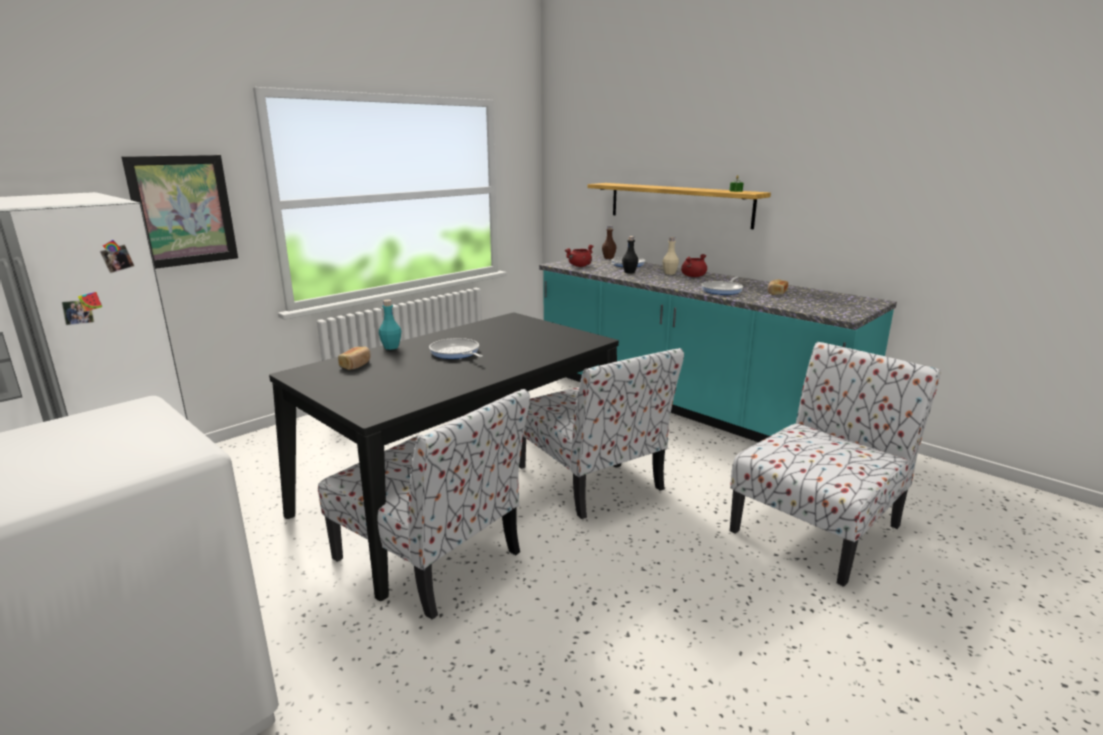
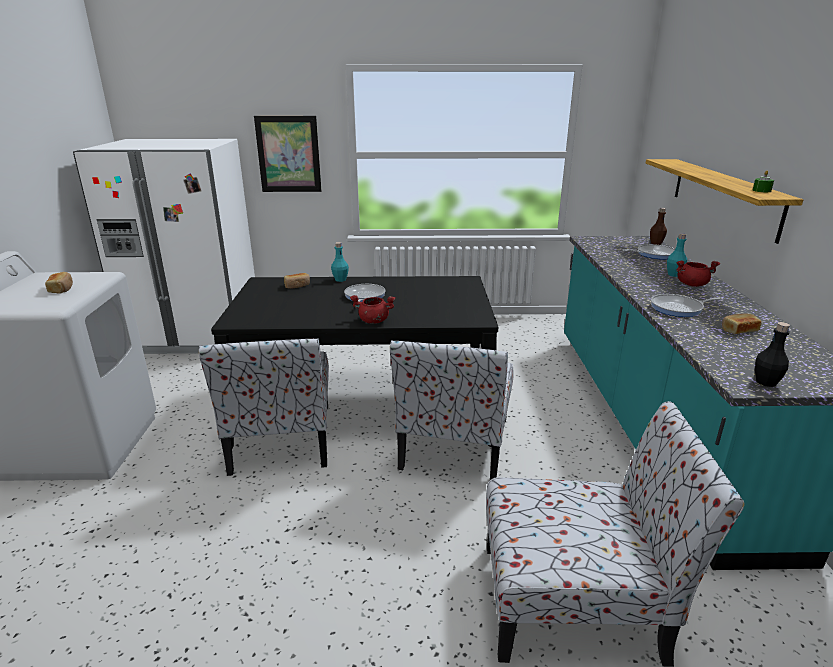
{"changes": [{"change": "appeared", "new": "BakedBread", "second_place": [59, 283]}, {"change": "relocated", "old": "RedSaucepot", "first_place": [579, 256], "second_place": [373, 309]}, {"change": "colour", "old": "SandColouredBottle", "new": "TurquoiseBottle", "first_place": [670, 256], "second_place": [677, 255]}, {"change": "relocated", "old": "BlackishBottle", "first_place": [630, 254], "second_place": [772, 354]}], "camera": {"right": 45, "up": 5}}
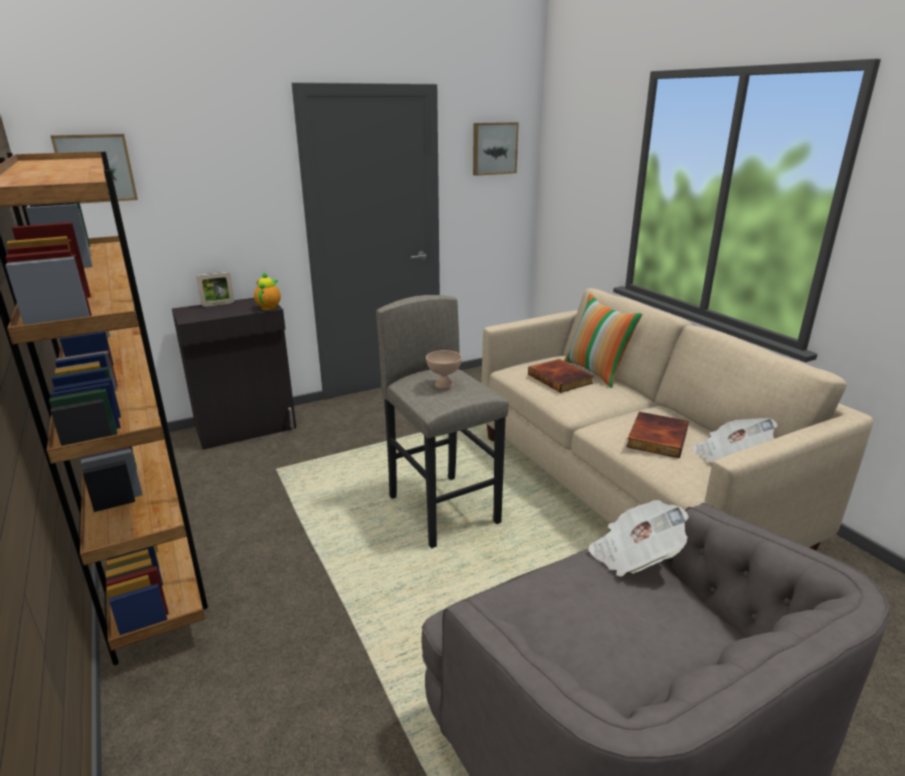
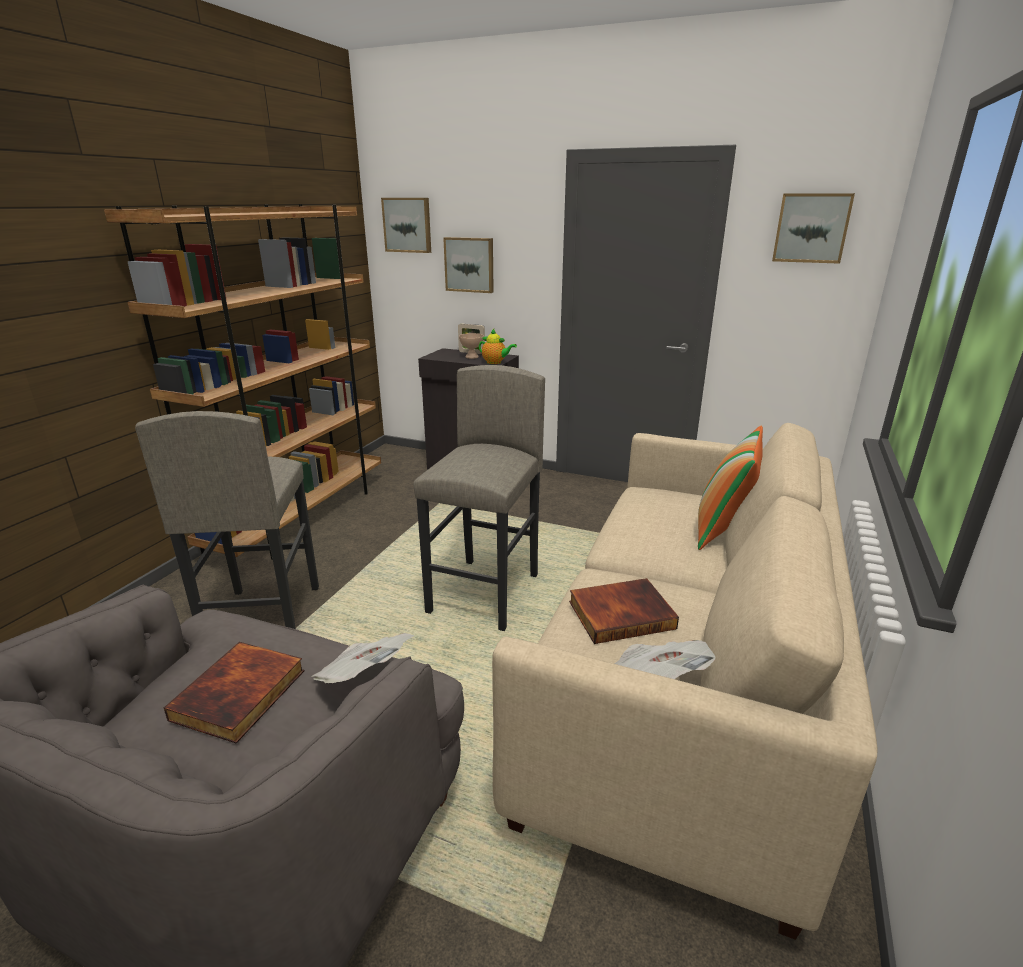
{"changes": [{"change": "appeared", "new": "GraySittingStool", "second_place": [227, 520]}, {"change": "relocated", "old": "BoundBook", "first_place": [560, 376], "second_place": [234, 693]}, {"change": "appeared", "new": "WallPicture", "second_place": [468, 265]}, {"change": "relocated", "old": "SandColouredServingBowl", "first_place": [444, 369], "second_place": [471, 346]}, {"change": "spun", "old": "Teapot", "first_place": [267, 291], "second_place": [498, 346], "degrees": 60}], "camera": {"right": 50, "up": 0}}
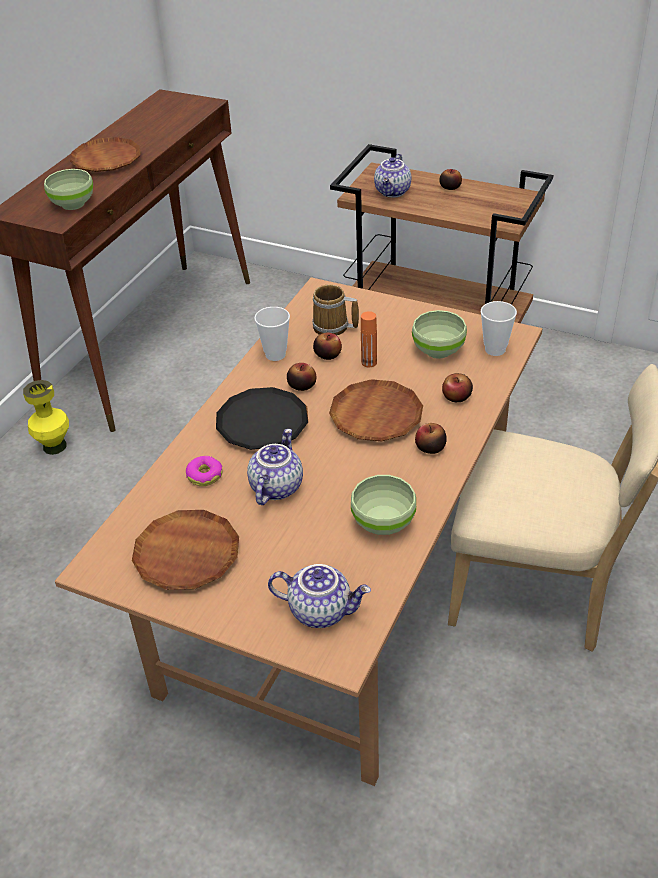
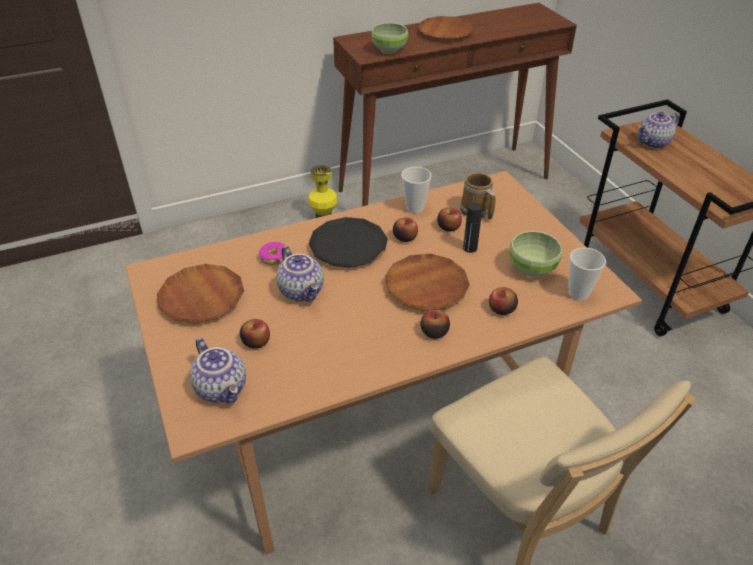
{"changes": [{"change": "relocated", "old": "Apple", "first_place": [450, 179], "second_place": [255, 334]}, {"change": "spun", "old": "Teapot", "first_place": [275, 467], "second_place": [300, 274], "degrees": 90}, {"change": "colour", "old": "OrangeyBottle", "new": "BlackishBottle", "first_place": [369, 339], "second_place": [472, 228]}, {"change": "missing", "old": "GreenServingBowl", "first_place": [383, 505]}], "camera": {"right": 40, "up": 0}}
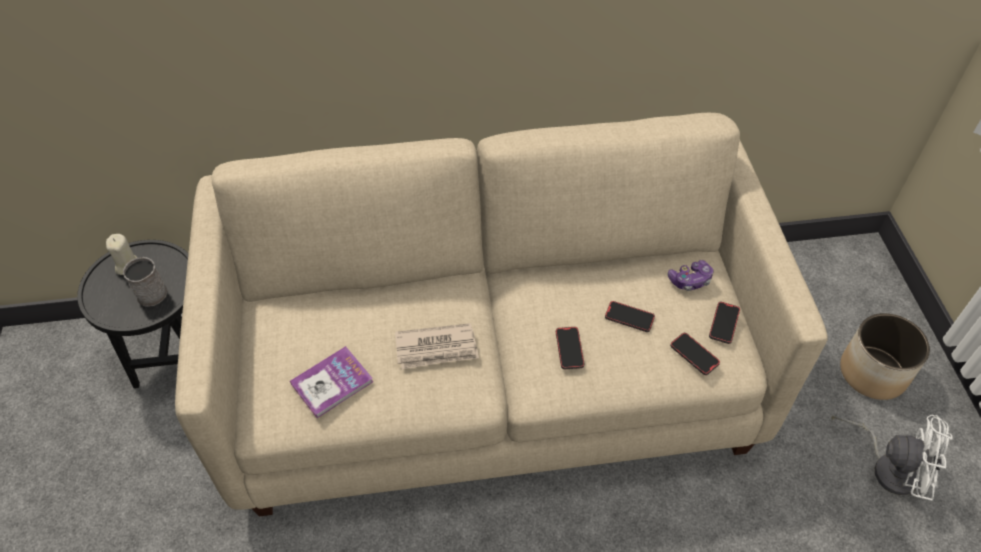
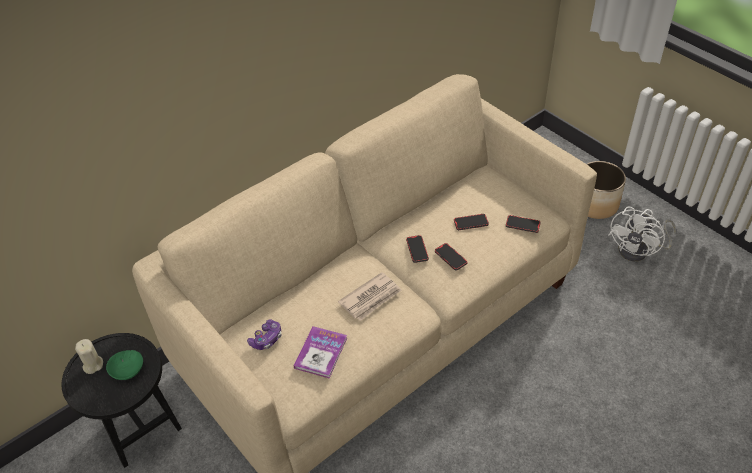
{"changes": [{"change": "exchanged", "old": "GrayMug", "new": "GreenServingBowl", "first_place": [145, 282], "second_place": [124, 365]}, {"change": "relocated", "old": "GameController", "first_place": [691, 275], "second_place": [264, 334]}, {"change": "relocated", "old": "Phone", "first_place": [724, 323], "second_place": [417, 249]}, {"change": "spun", "old": "WhitishCoolingFan", "first_place": [892, 458], "second_place": [642, 234], "degrees": 135}], "camera": {"right": -30, "up": -5}}
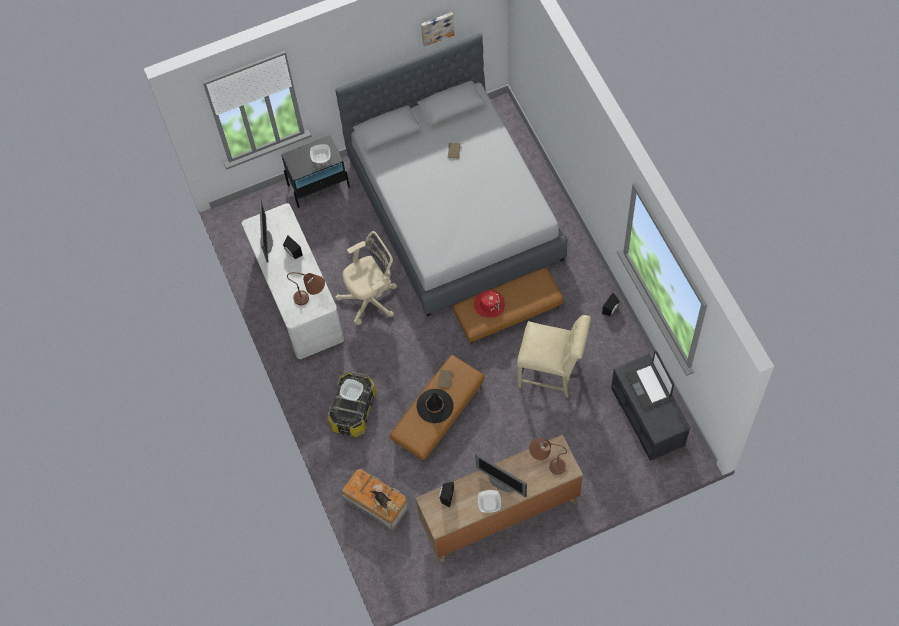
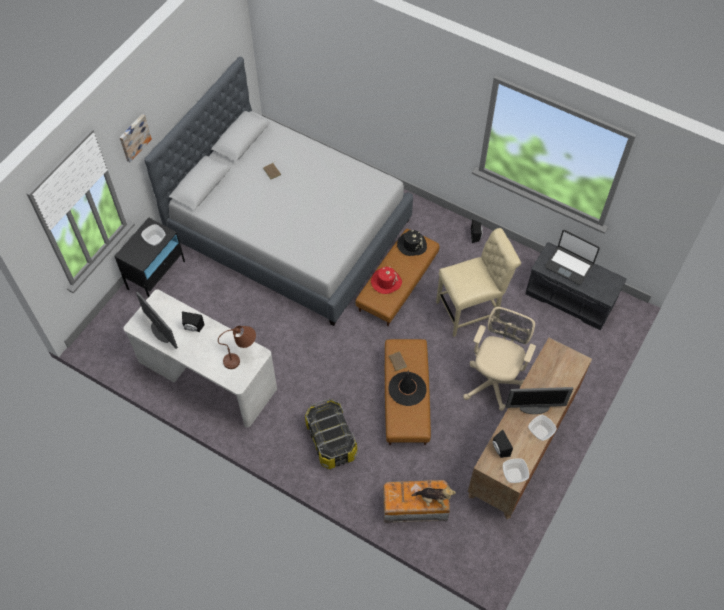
{"changes": [{"change": "relocated", "old": "WallPicture", "first_place": [438, 29], "second_place": [135, 138]}, {"change": "appeared", "new": "BlackishWearableHat", "second_place": [412, 243]}, {"change": "relocated", "old": "SandColouredComputerChair", "first_place": [366, 278], "second_place": [499, 359]}, {"change": "relocated", "old": "ServingBowl", "first_place": [351, 390], "second_place": [516, 470]}, {"change": "missing", "old": "BrownishTableLamp", "first_place": [548, 456]}], "camera": {"right": -40, "up": -5}}
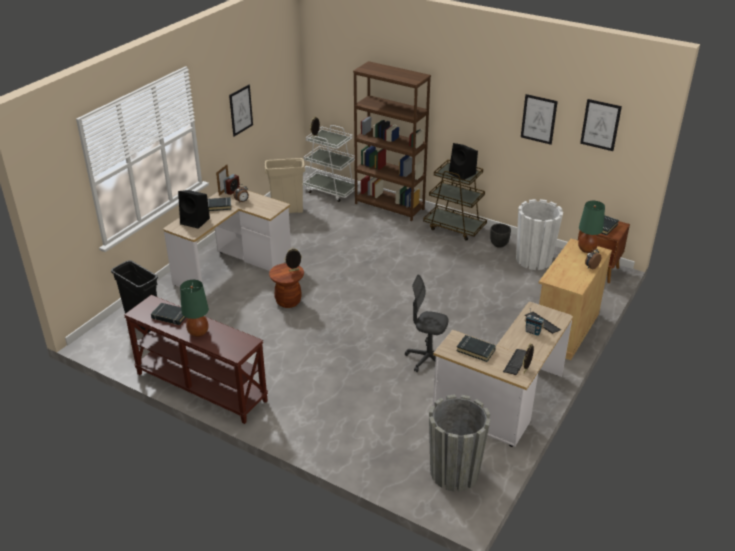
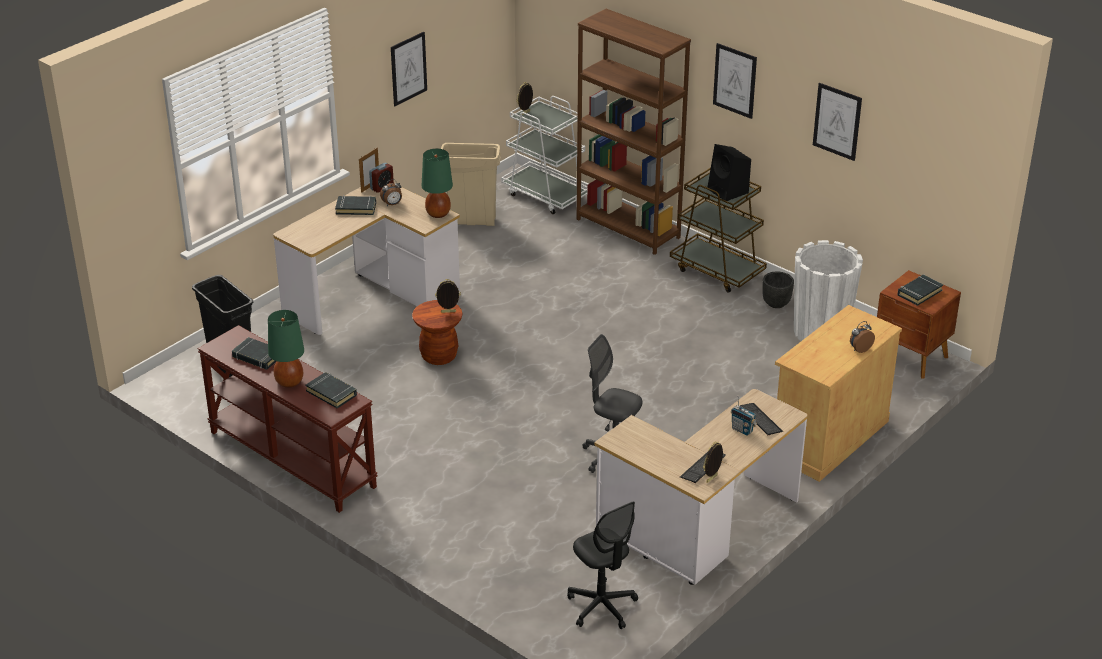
{"changes": [{"change": "relocated", "old": "BlackishBoundBook", "first_place": [476, 348], "second_place": [331, 390]}, {"change": "relocated", "old": "GreenTableLamp", "first_place": [591, 227], "second_place": [437, 183]}, {"change": "exchanged", "old": "GrayFlowerPot", "new": "BlackishComputerChair", "first_place": [460, 443], "second_place": [602, 565]}, {"change": "relocated", "old": "WallPicture", "first_place": [601, 125], "second_place": [735, 81]}, {"change": "missing", "old": "BlackishLoudspeaker", "first_place": [194, 209]}], "camera": {"right": 10, "up": 0}}
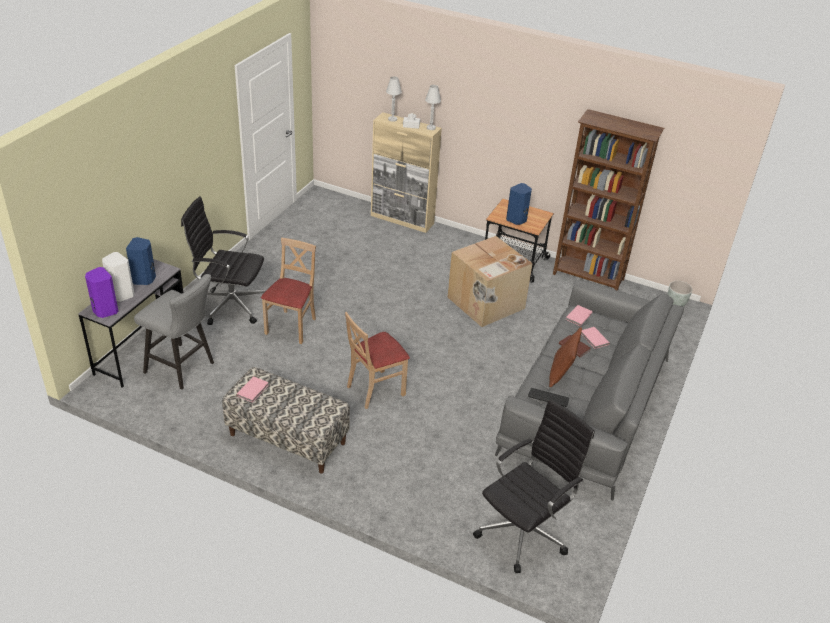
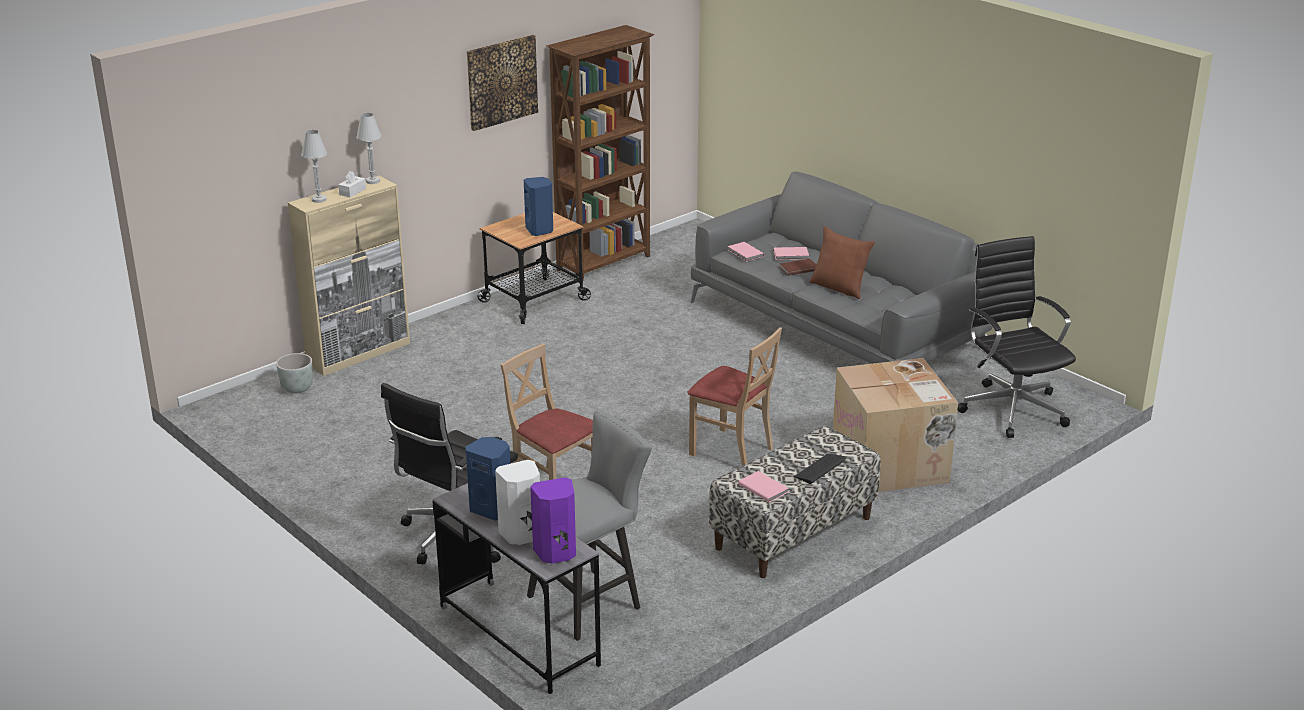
{"changes": [{"change": "relocated", "old": "GrayFlowerPot", "first_place": [680, 294], "second_place": [294, 373]}, {"change": "appeared", "new": "WallPicture", "second_place": [502, 83]}, {"change": "spun", "old": "SandColouredPlainChair", "first_place": [377, 360], "second_place": [734, 396], "degrees": -45}, {"change": "relocated", "old": "PcKeyboard", "first_place": [548, 397], "second_place": [820, 469]}, {"change": "relocated", "old": "PackingBox", "first_place": [490, 281], "second_place": [895, 425]}], "camera": {"right": -65, "up": -10}}
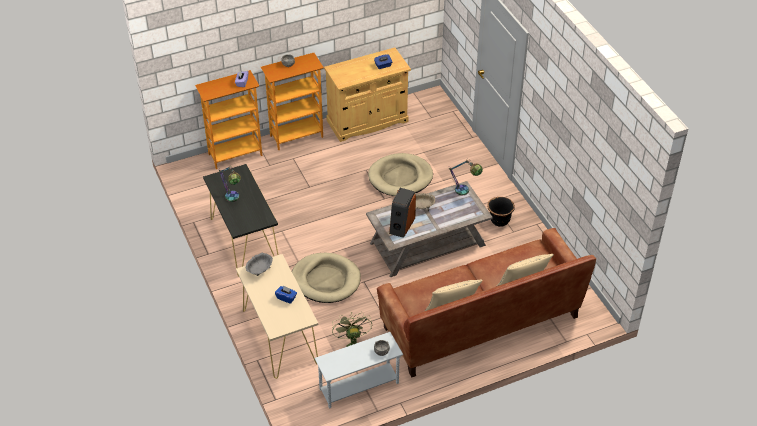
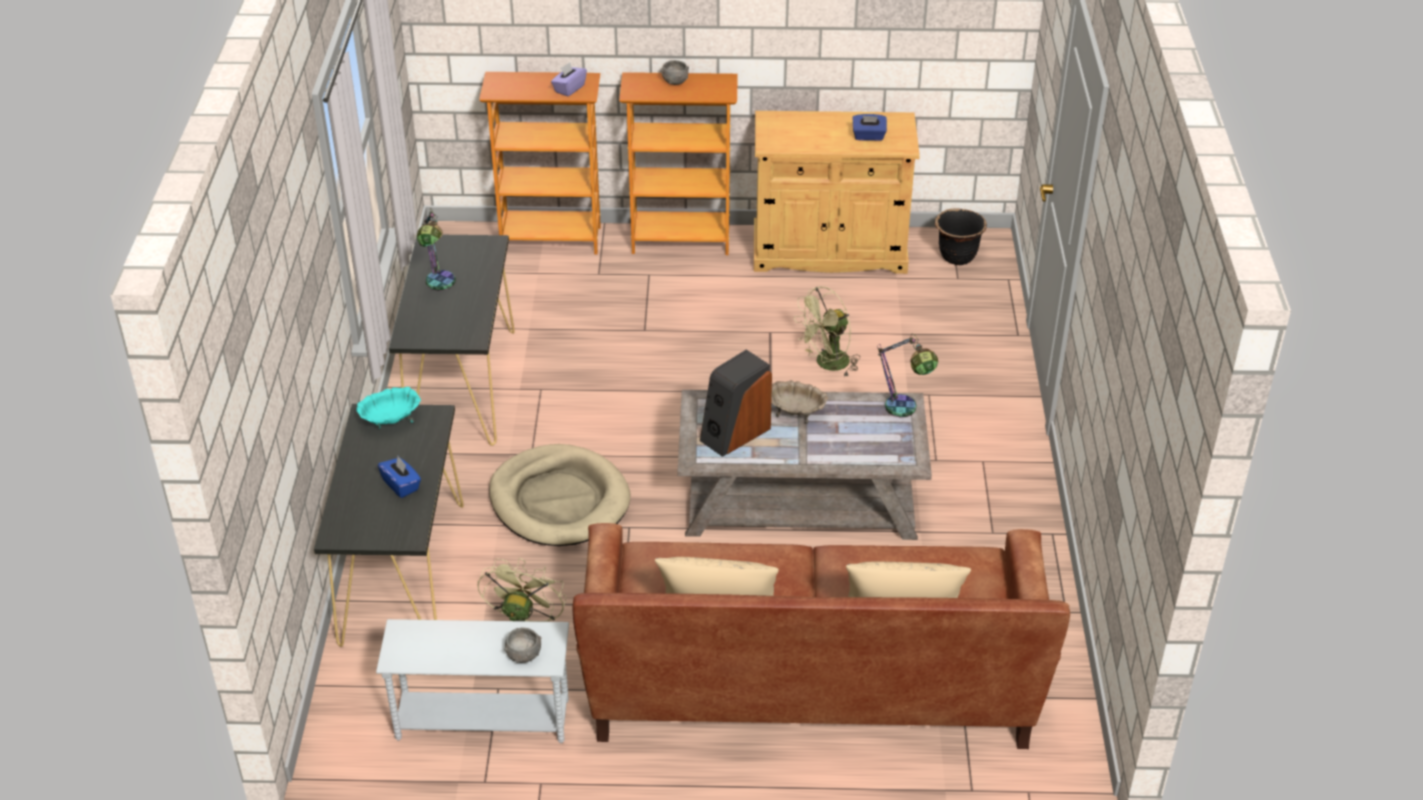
{"changes": [{"change": "colour", "old": "SandColouredHallTable", "new": "BlackishHallTable", "first_place": [277, 316], "second_place": [389, 525]}, {"change": "colour", "old": "GrayServingBowl", "new": "TurquoiseServingBowl", "first_place": [259, 264], "second_place": [388, 408]}, {"change": "exchanged", "old": "SandColouredDogCushion", "new": "GreenCoolingFan", "first_place": [400, 174], "second_place": [827, 331]}, {"change": "relocated", "old": "BlackishFlowerPot", "first_place": [501, 212], "second_place": [961, 236]}], "camera": {"right": 25, "up": -5}}
